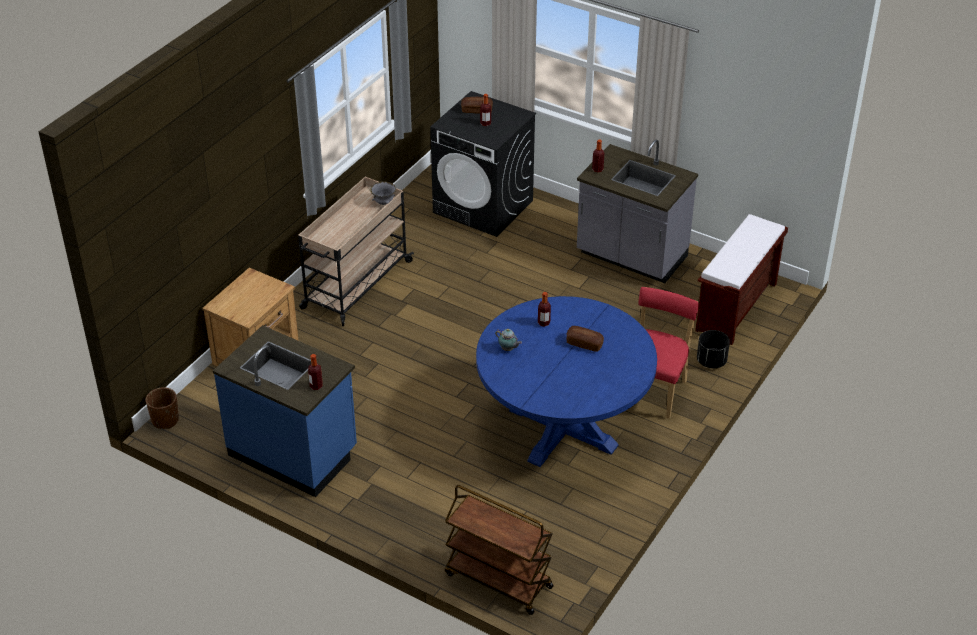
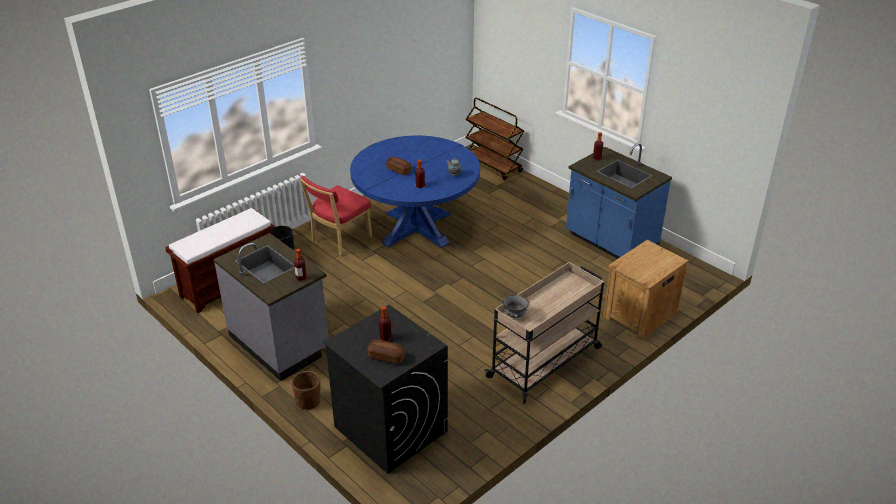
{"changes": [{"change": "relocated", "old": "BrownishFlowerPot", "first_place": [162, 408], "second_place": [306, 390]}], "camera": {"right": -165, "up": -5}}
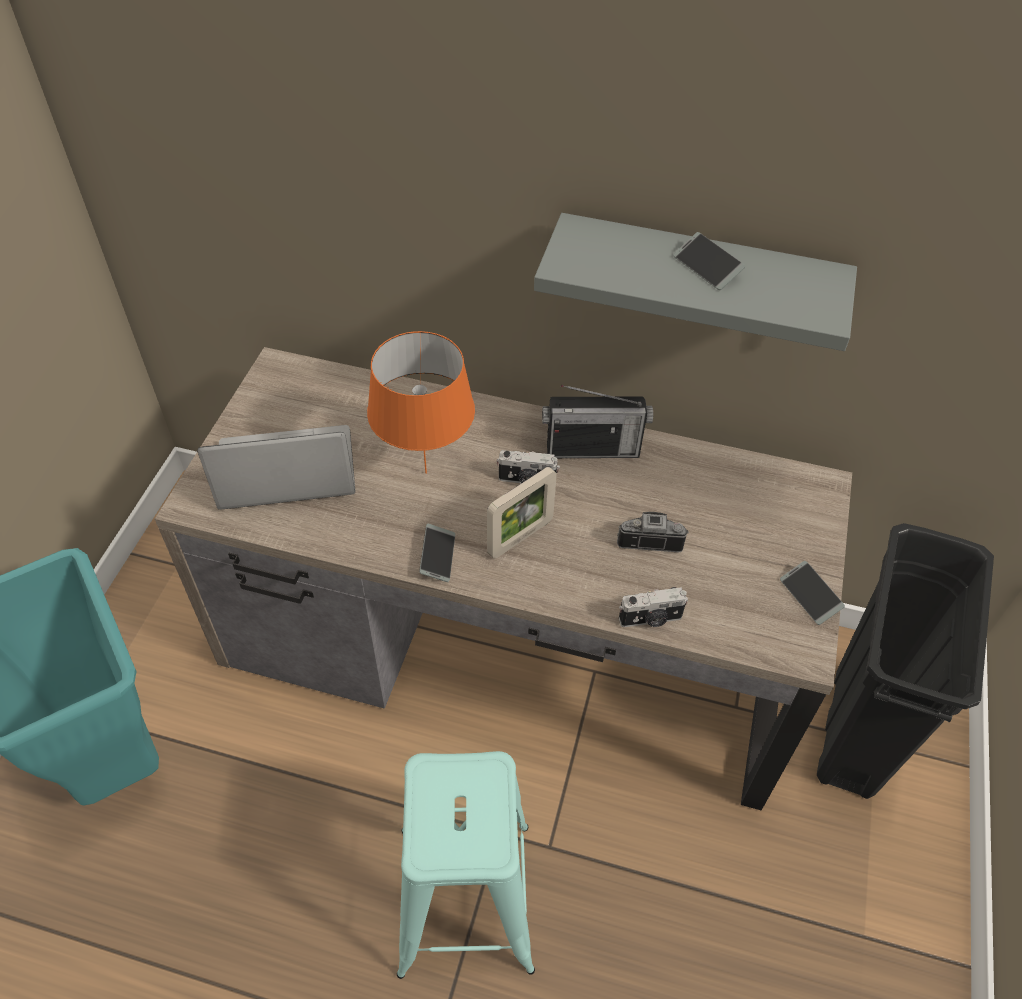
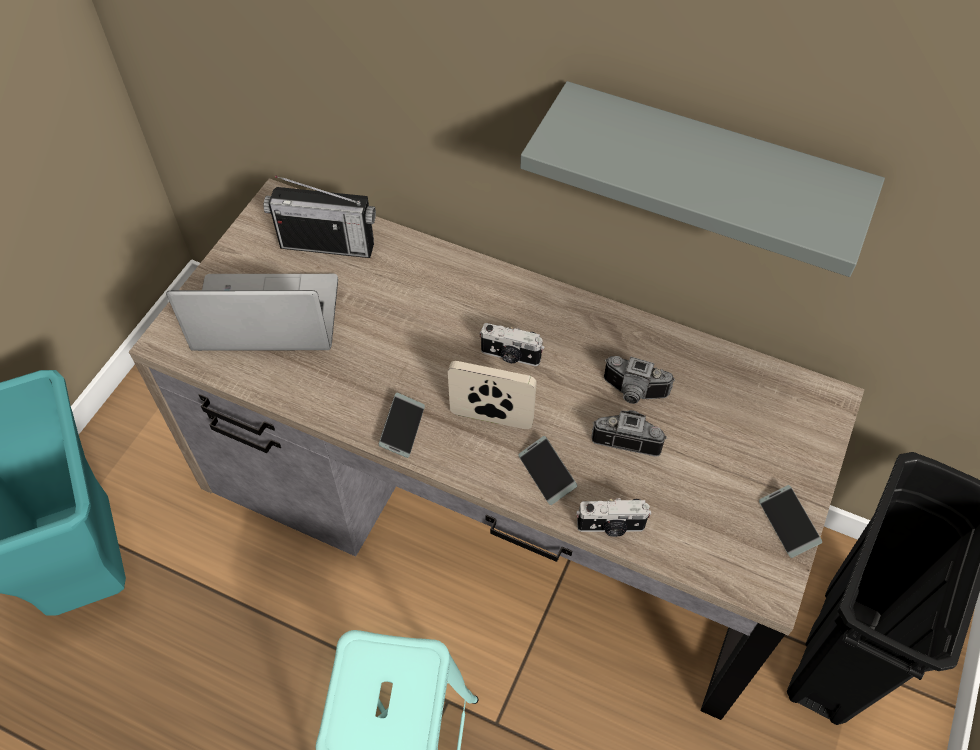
{"changes": [{"change": "relocated", "old": "RadioReceiver", "first_place": [597, 421], "second_place": [320, 216]}, {"change": "spun", "old": "PhotoFrame", "first_place": [522, 512], "second_place": [492, 395], "degrees": -135}, {"change": "relocated", "old": "Phone", "first_place": [709, 261], "second_place": [547, 470]}, {"change": "appeared", "new": "PhotoCamera", "second_place": [639, 380]}, {"change": "missing", "old": "OrangeyTableLamp", "first_place": [421, 402]}], "camera": {"right": 10, "up": 5}}
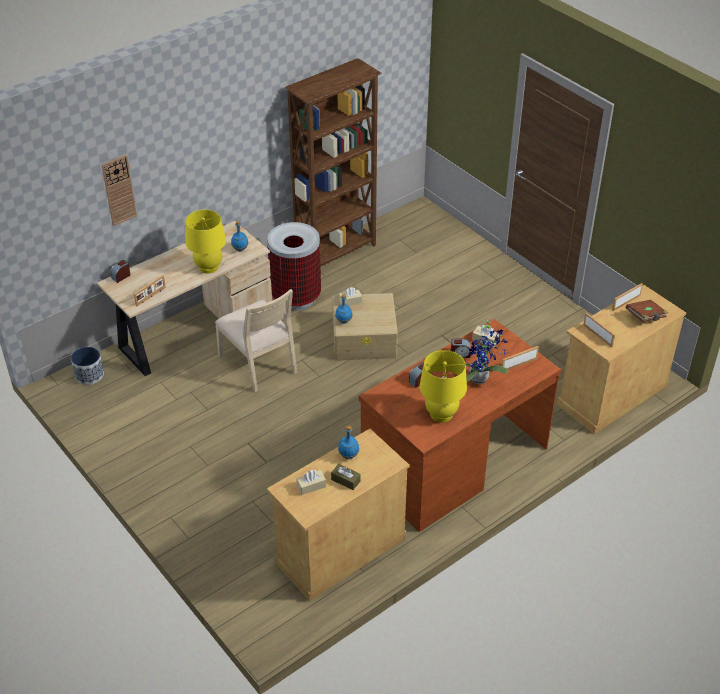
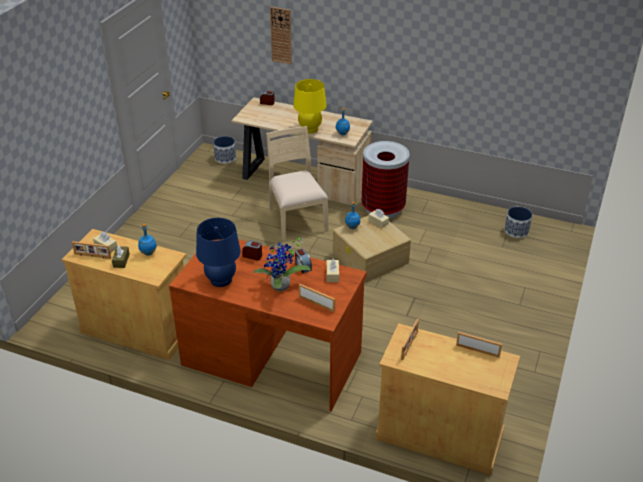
{"changes": [{"change": "relocated", "old": "PhotoFrame", "first_place": [150, 290], "second_place": [91, 250]}, {"change": "colour", "old": "YellowishTableLamp", "new": "BluishTableLamp", "first_place": [443, 386], "second_place": [218, 252]}, {"change": "spun", "old": "SandColouredPlainChair", "first_place": [256, 340], "second_place": [297, 183], "degrees": 135}, {"change": "appeared", "new": "FlowerPot", "second_place": [518, 222]}, {"change": "missing", "old": "BrownishBookcase", "first_place": [333, 162]}, {"change": "missing", "old": "BrownishBoundBook", "first_place": [647, 311]}], "camera": {"right": 60, "up": -5}}
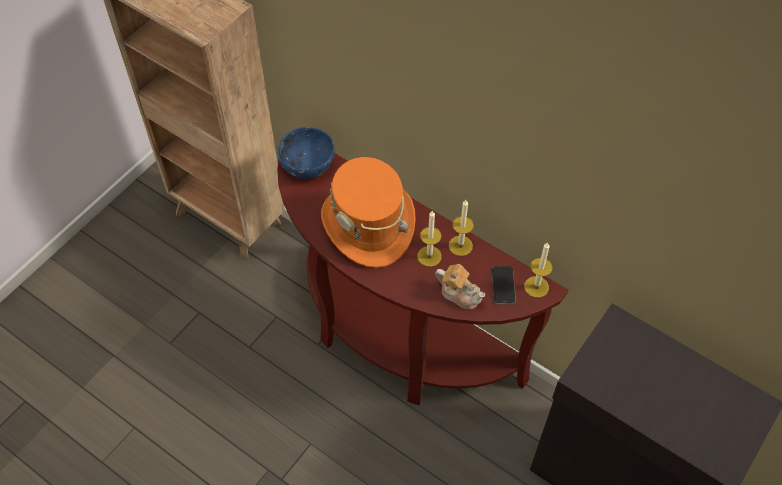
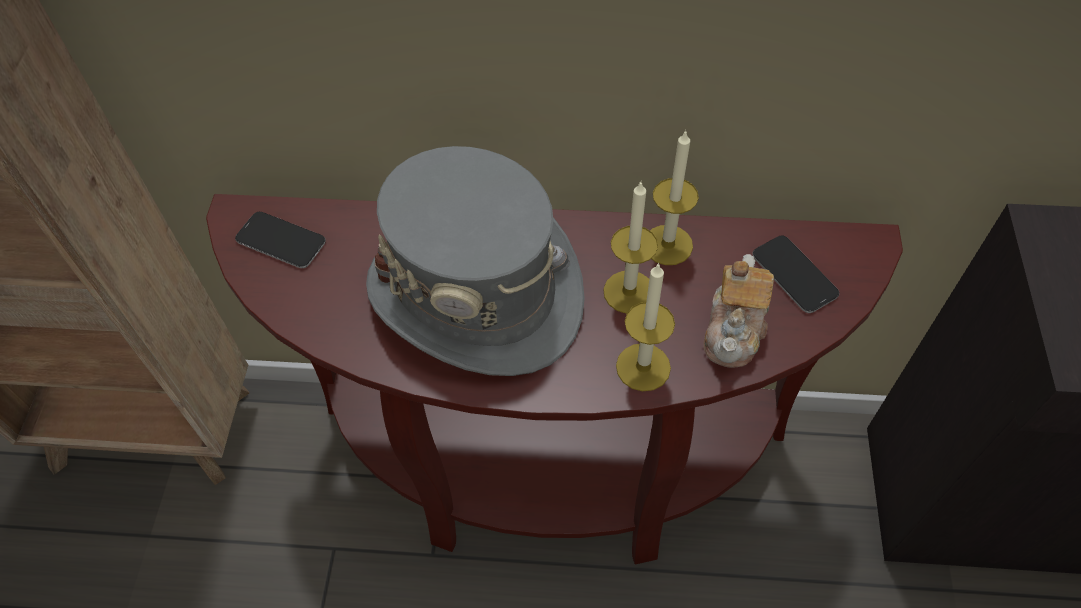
{"changes": [{"change": "exchanged", "old": "BluishServingBowl", "new": "Phone", "first_place": [306, 153], "second_place": [280, 240]}, {"change": "colour", "old": "OrangeyWearableHat", "new": "GrayWearableHat", "first_place": [368, 212], "second_place": [475, 261]}, {"change": "relocated", "old": "Candle", "first_place": [538, 270], "second_place": [645, 327]}, {"change": "spun", "old": "Teapot", "first_place": [460, 287], "second_place": [738, 311], "degrees": 105}], "camera": {"right": -30, "up": 0}}
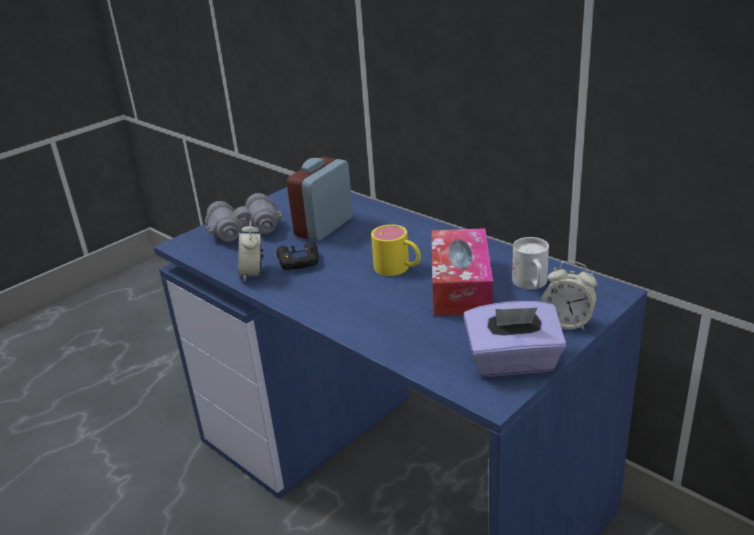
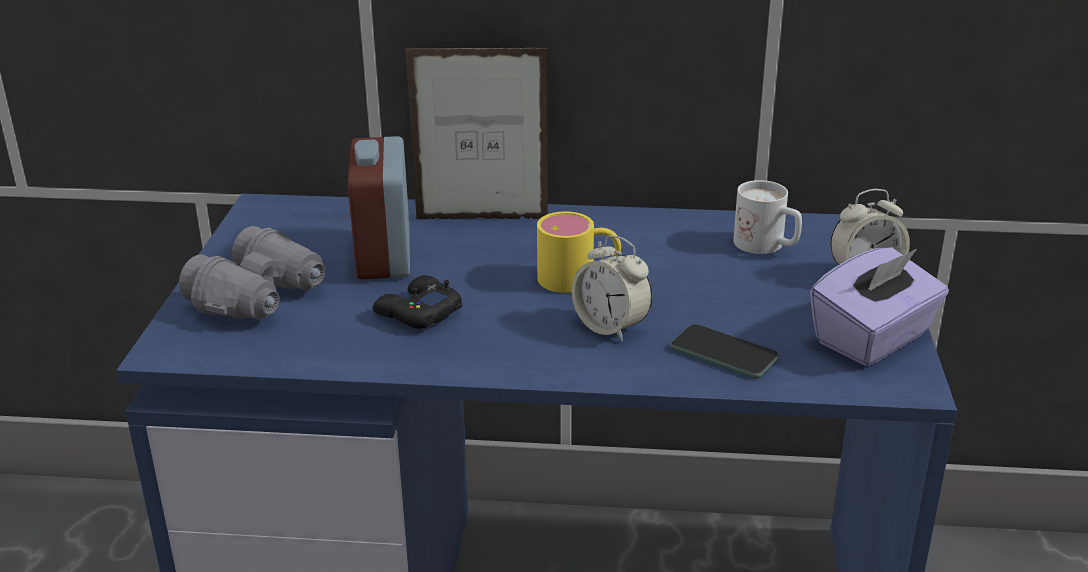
{"changes": [{"change": "appeared", "new": "PhotoFrame", "second_place": [476, 134]}, {"change": "relocated", "old": "BedsideClock", "first_place": [250, 251], "second_place": [612, 288]}, {"change": "appeared", "new": "Phone", "second_place": [725, 351]}, {"change": "missing", "old": "TissueHolder", "first_place": [462, 272]}], "camera": {"right": -40, "up": 0}}
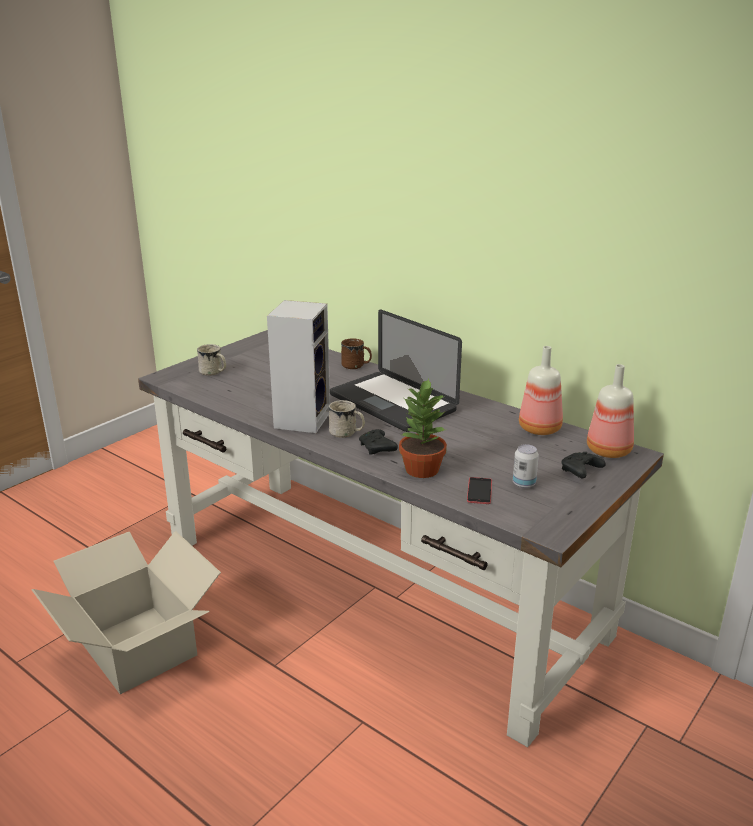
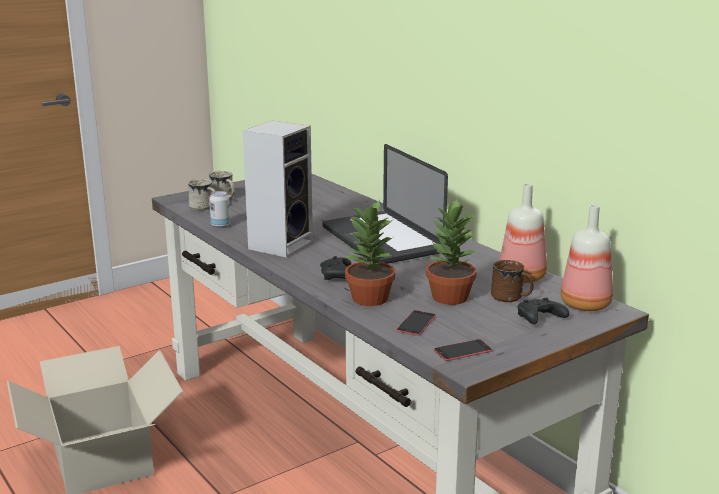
{"changes": [{"change": "relocated", "old": "WhitishMug", "first_place": [347, 419], "second_place": [202, 194]}, {"change": "relocated", "old": "Can", "first_place": [526, 466], "second_place": [220, 209]}, {"change": "appeared", "new": "Houseplant", "second_place": [452, 251]}, {"change": "appeared", "new": "Phone", "second_place": [463, 350]}, {"change": "relocated", "old": "BrownishMug", "first_place": [356, 353], "second_place": [512, 281]}], "camera": {"right": 15, "up": -5}}
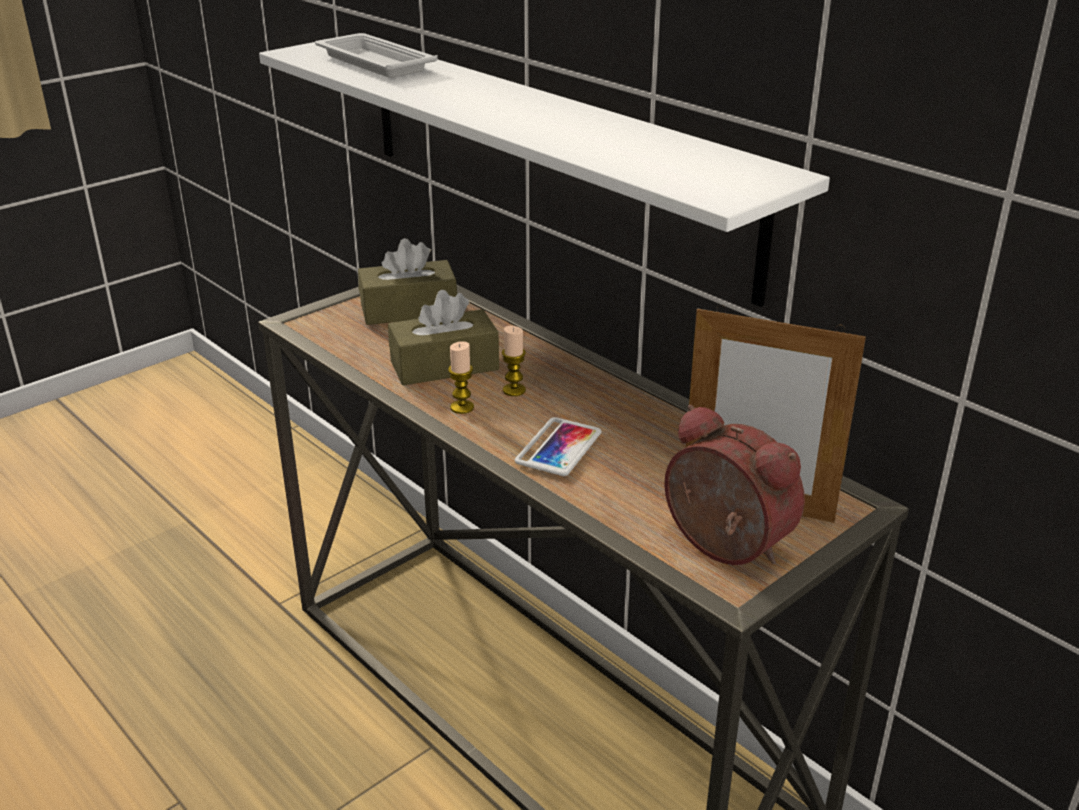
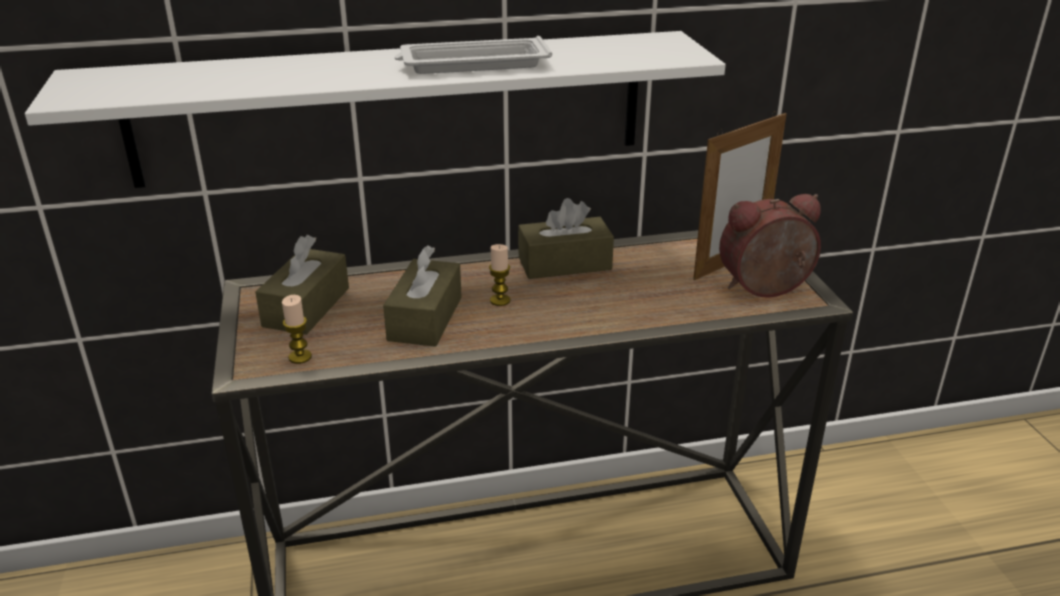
{"changes": [{"change": "relocated", "old": "Candle", "first_place": [461, 377], "second_place": [297, 329]}, {"change": "relocated", "old": "WhitishServingTray", "first_place": [376, 55], "second_place": [473, 55]}, {"change": "appeared", "new": "BrownishTissueHolder", "second_place": [566, 238]}, {"change": "missing", "old": "Phone", "first_place": [558, 446]}], "camera": {"right": -60, "up": 0}}
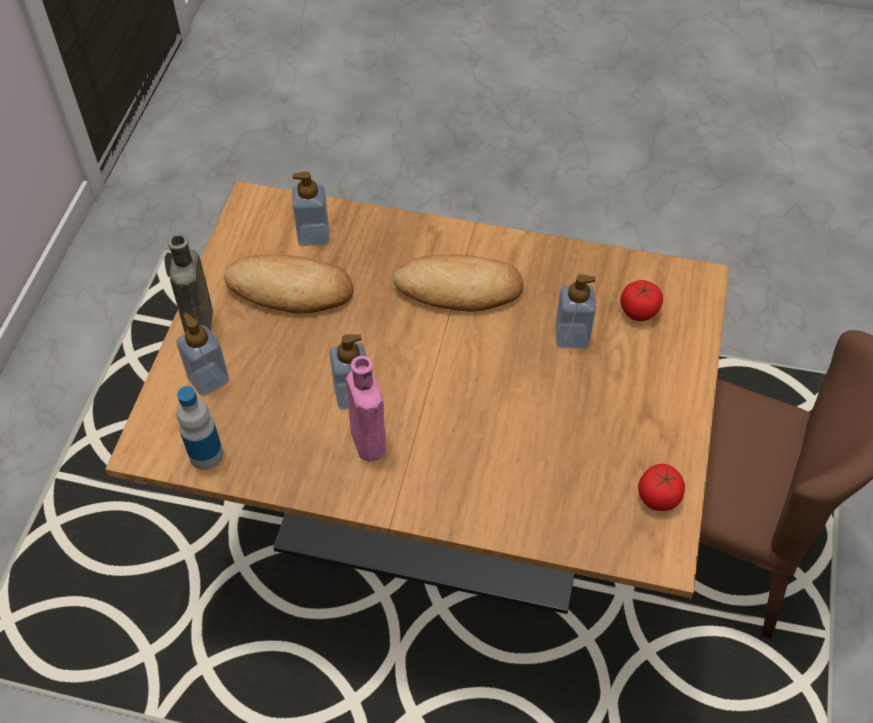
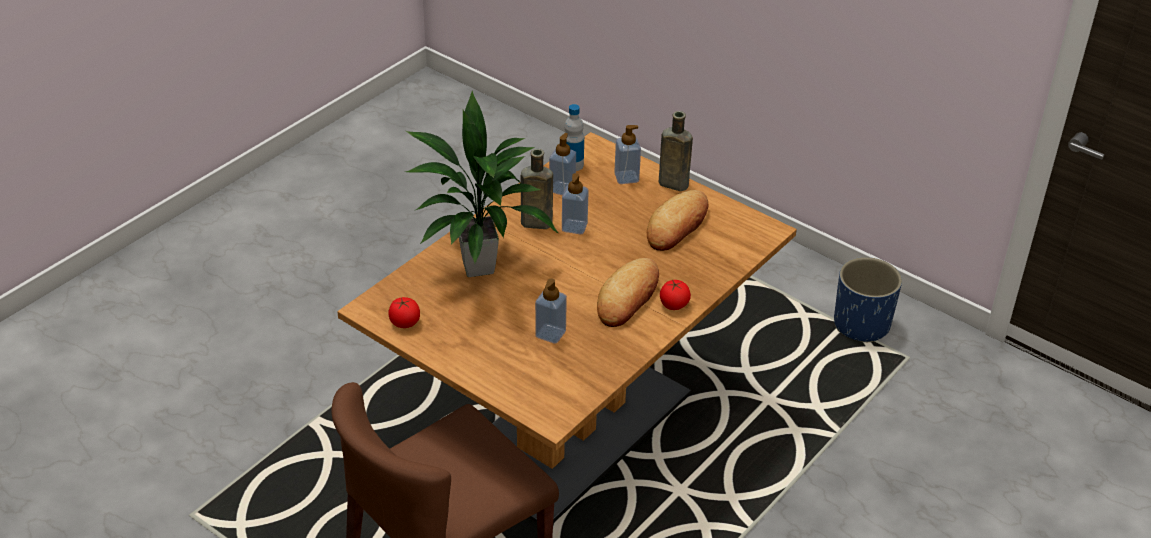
{"changes": [{"change": "appeared", "new": "Houseplant", "second_place": [482, 184]}, {"change": "colour", "old": "PinkColouredBottle", "new": "BrownishBottle", "first_place": [366, 409], "second_place": [537, 189]}, {"change": "relocated", "old": "LiquidSoapBottle", "first_place": [310, 208], "second_place": [562, 164]}, {"change": "relocated", "old": "FreshTomato", "first_place": [641, 300], "second_place": [675, 295]}, {"change": "appeared", "new": "BluishFlowerPot", "second_place": [868, 299]}], "camera": {"right": 115, "up": -15}}
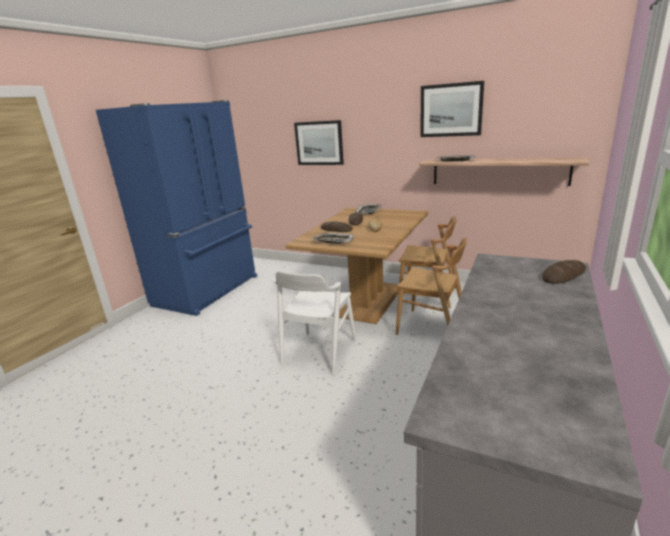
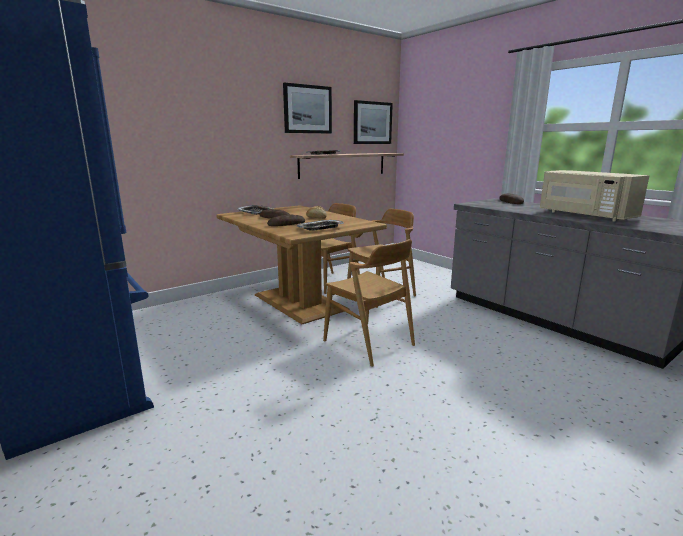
{"changes": [{"change": "colour", "old": "WhitishPlainChair", "new": "BrownishPlainChair", "first_place": [315, 323], "second_place": [369, 303]}, {"change": "relocated", "old": "WallPicture", "first_place": [319, 142], "second_place": [373, 122]}, {"change": "appeared", "new": "SandColouredKitchenMicrowave", "second_place": [595, 196]}], "camera": {"right": -65, "up": -5}}
